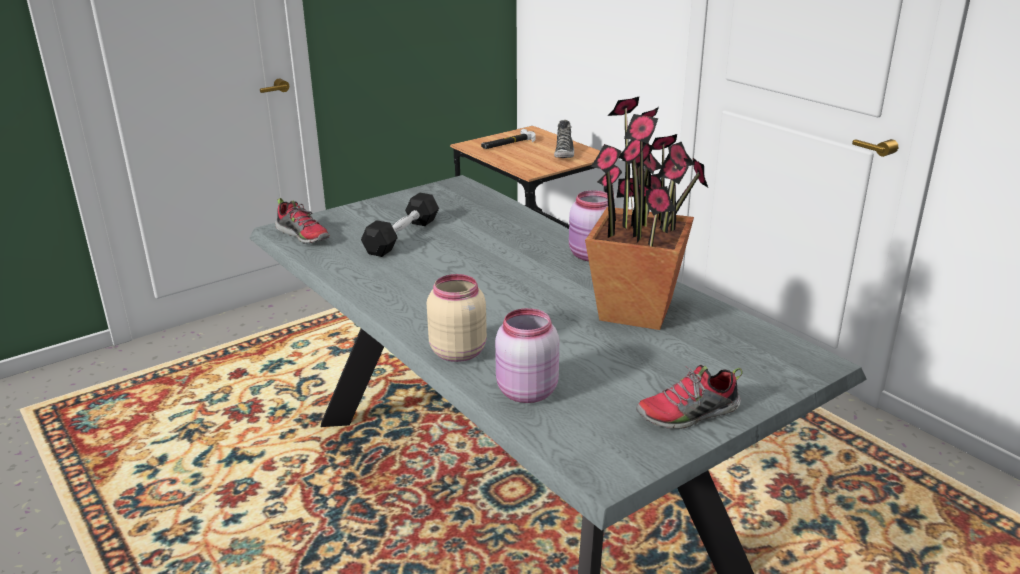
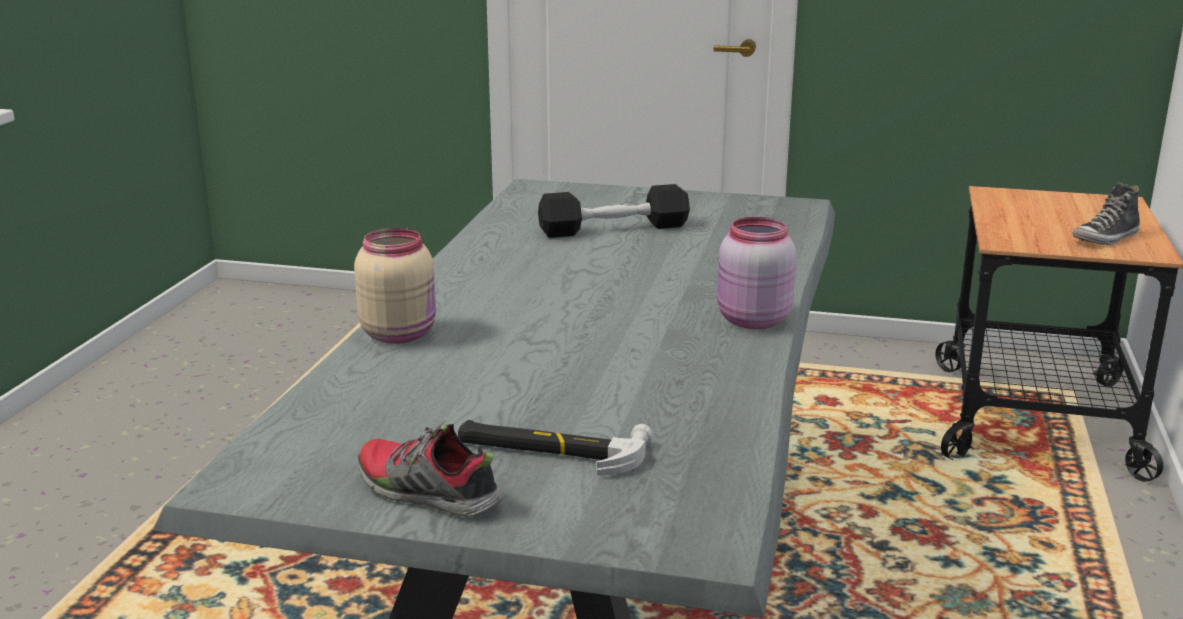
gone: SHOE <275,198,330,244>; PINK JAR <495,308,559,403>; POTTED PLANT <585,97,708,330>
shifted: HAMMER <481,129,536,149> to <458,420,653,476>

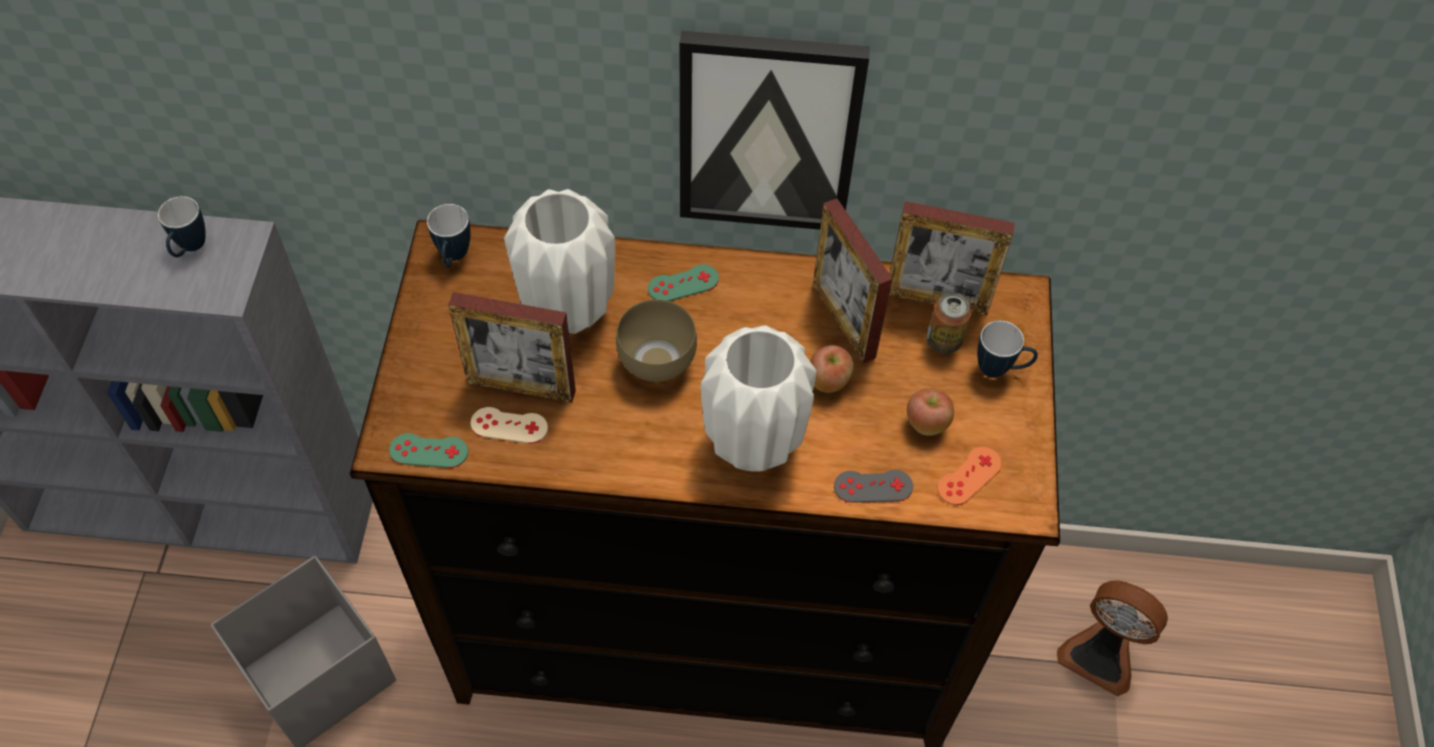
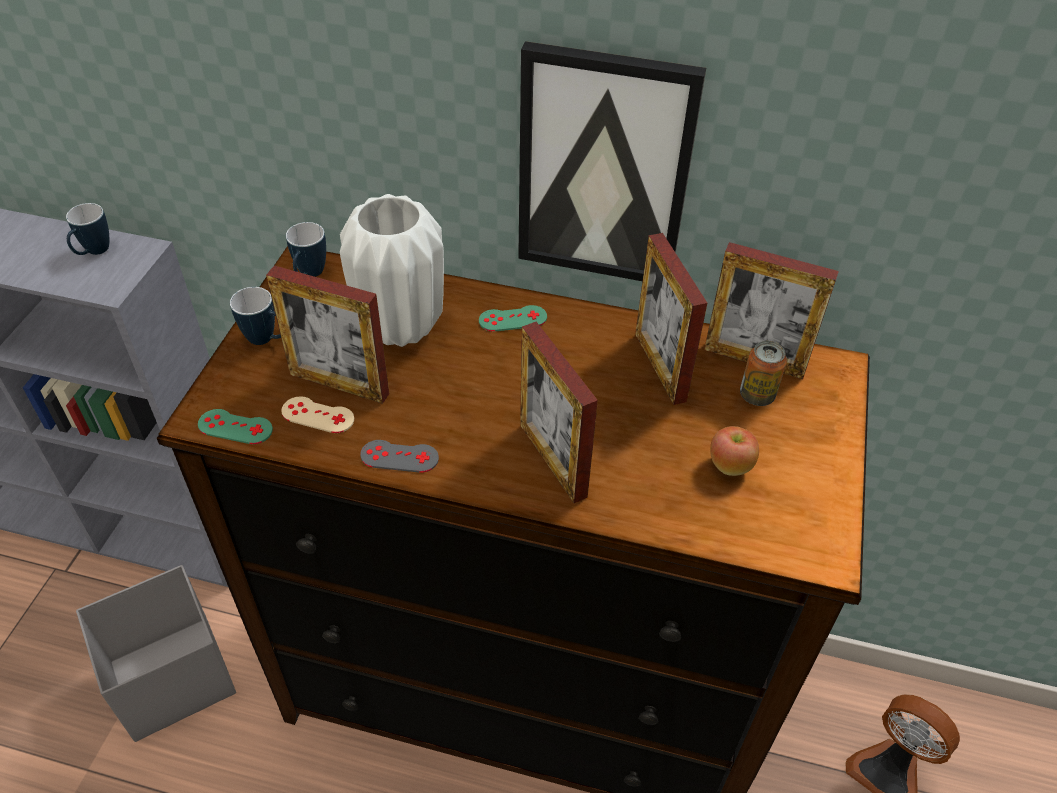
gone: BROWN BOWL <616,299,697,382>; APPLE <810,345,854,393>; ORANGE GAME CONTROLLER <937,447,1002,505>
shifted: MUG <977,321,1038,378> to <230,287,281,345>; GREY GAME CONTROLLER <834,470,913,503> to <360,440,439,473>
swapped: WHITE VASE <701,325,817,471> to PICTURE FRAME <520,322,598,503>

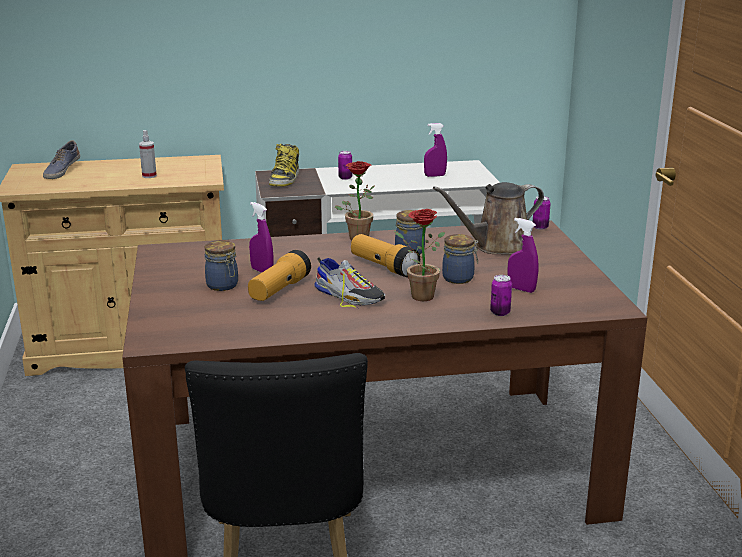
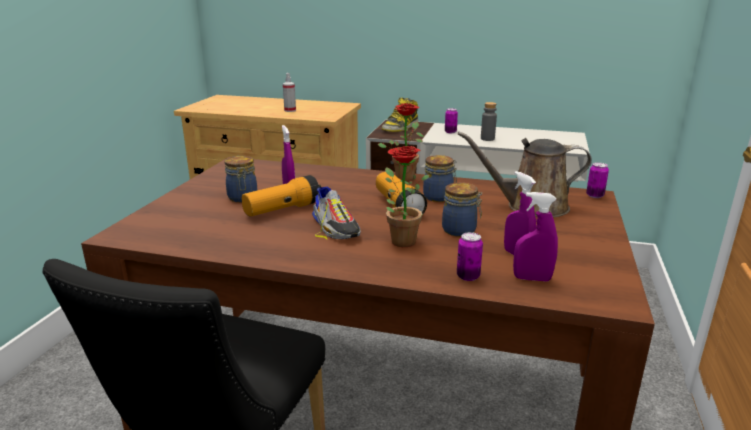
gone: SHOE <43,141,80,179>
new: GREY BOTTLE <481,102,497,141>
shifted: PURPLE SPRAY BOTTLE <424,123,447,177> to <513,192,558,281>

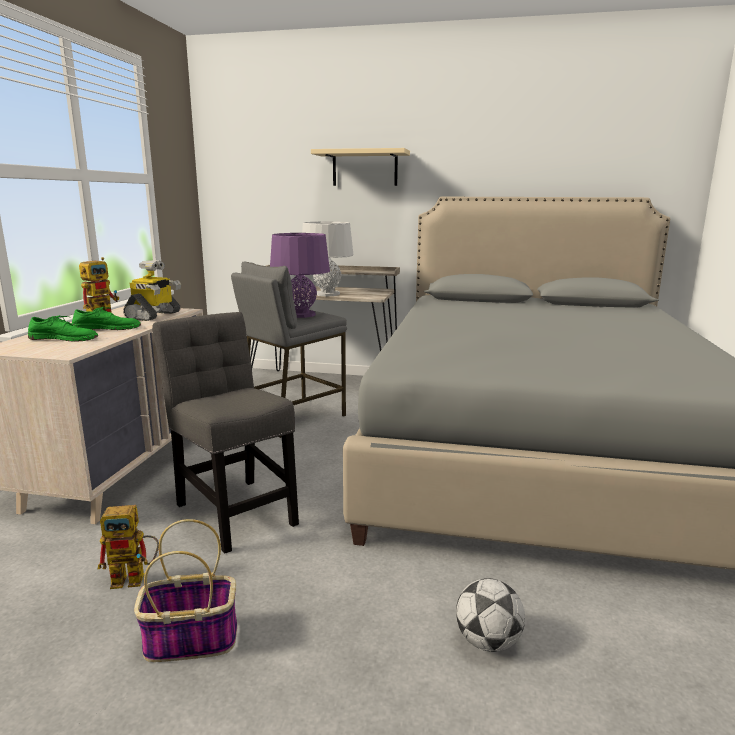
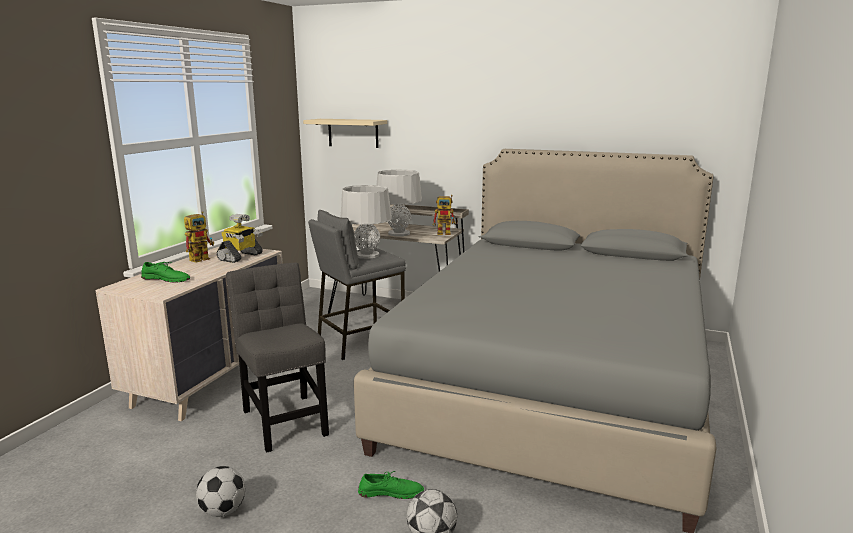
shifted: BEIGE SHELF <311,148,410,186> to <303,119,387,148>; GREEN SHOE <72,307,141,330> to <358,471,424,499>; TOY ROBOT <97,505,159,589> to <433,195,458,235>
swapped: BASKET <134,519,237,662> to FOOTBALL <196,466,245,517>
repainted: PURPLE TABLE LAMP <270,233,330,318> to GREY TABLE LAMP <341,185,392,259>

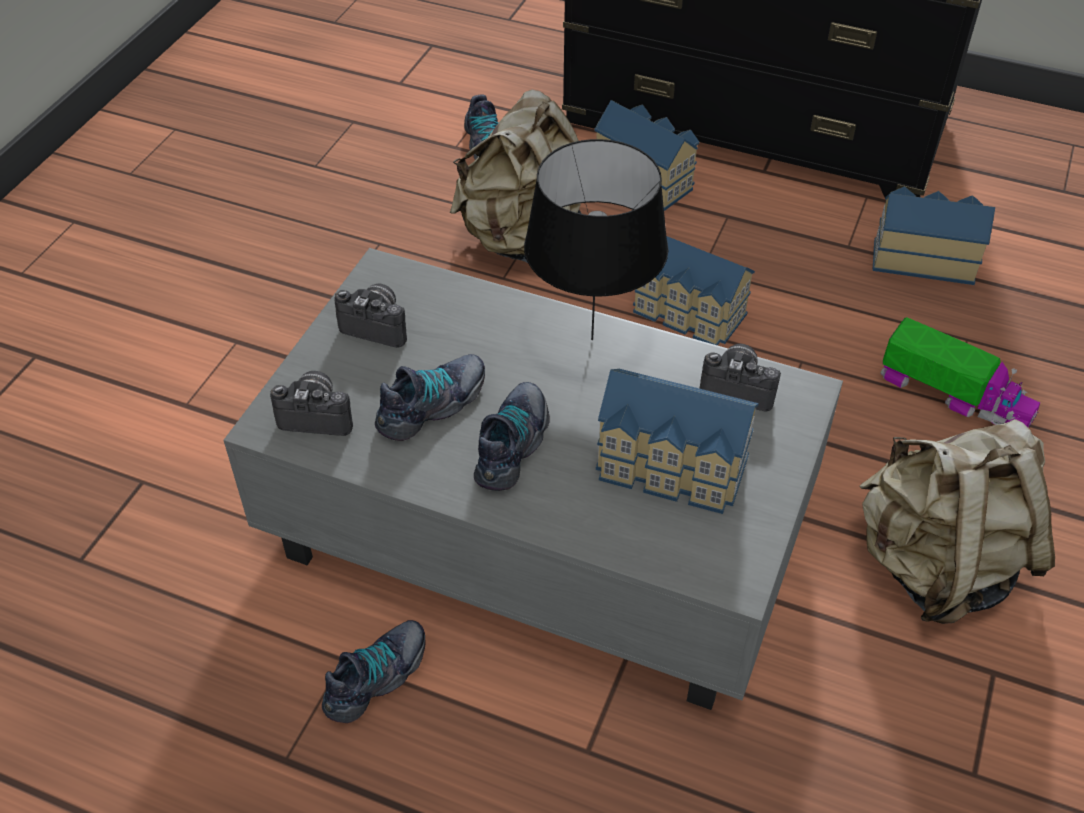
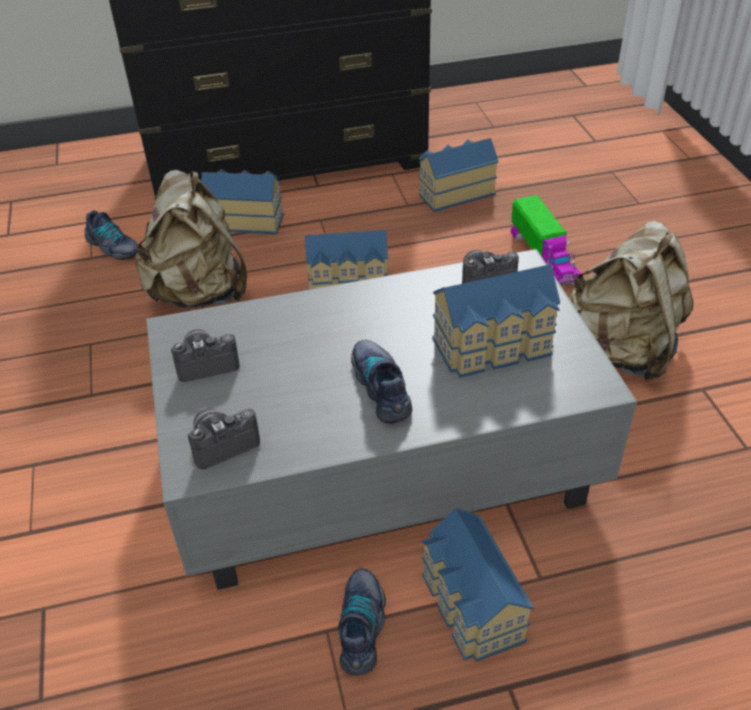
gone: SHOE <375,354,485,441>; BLACK TABLE LAMP <524,139,669,340>
new: TOY HOUSE <422,508,534,662>
rotated: TOY TRUCK <880,317,1040,427> = <511,195,581,286> 75 degrees clockwise

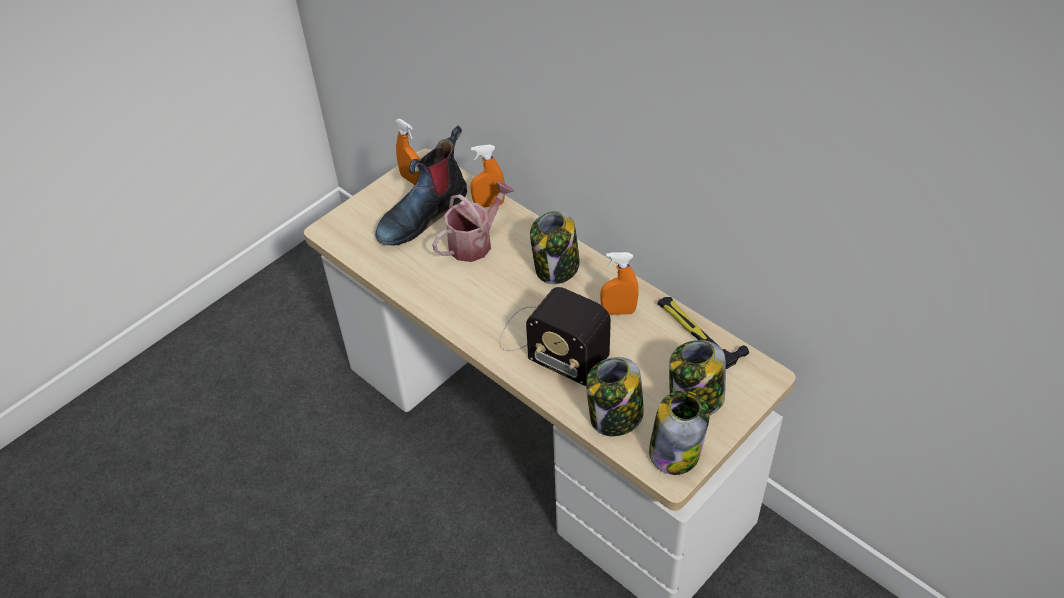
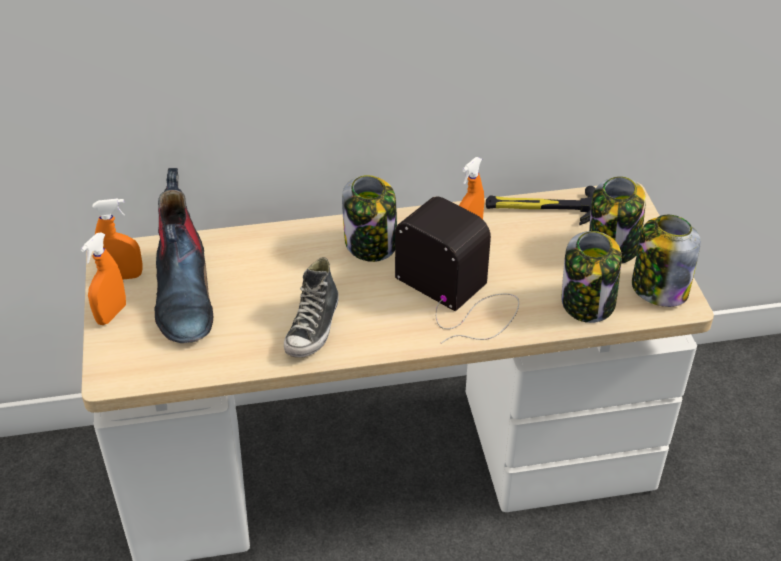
gone: WATERING CAN <432,181,514,262>
new: SHOE <284,257,339,358>
shifted: ORANGE SPRAY BOTTLE <471,144,505,208> to <80,233,126,325>
rotated: RADIO <499,287,611,386> = <395,196,519,343> 120 degrees counterclockwise

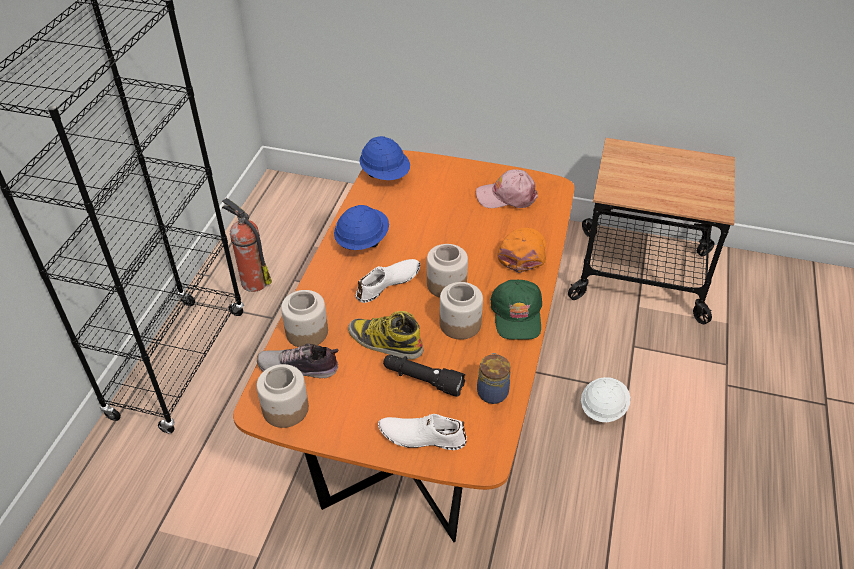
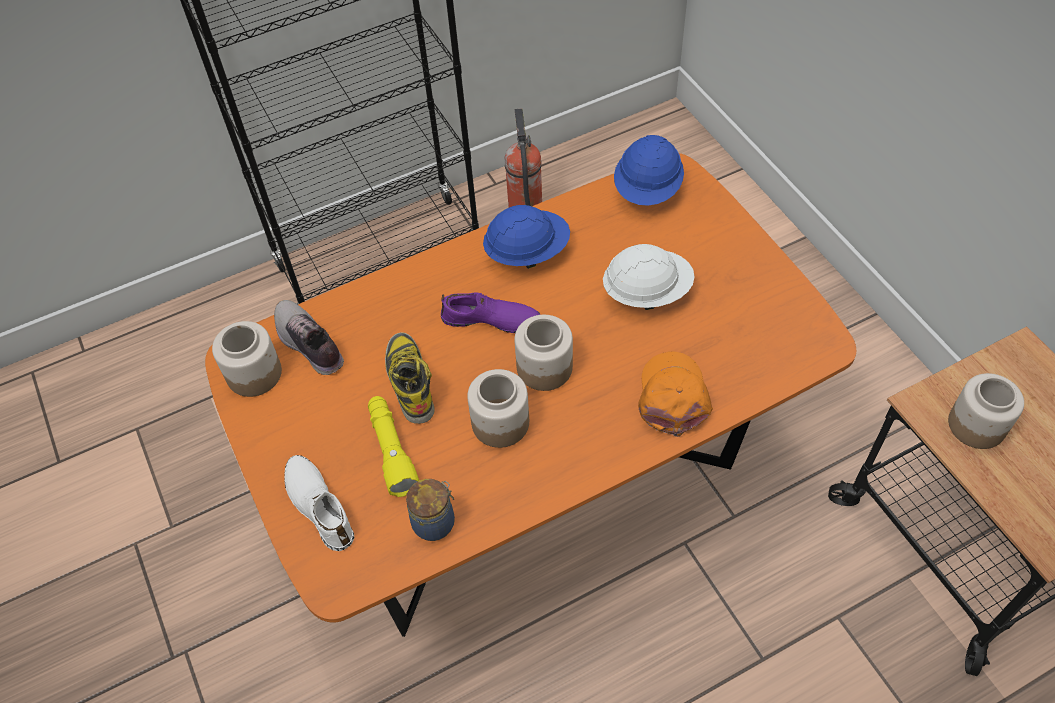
gone: PINK CAP <476,169,538,208>; GREEN CAP <490,280,542,340>
shifted: WHITE HARD HAT <581,377,631,422> to <603,244,695,310>; JAR <281,290,328,347> to <948,373,1024,449>
repainted: BLACK FLASHLIGHT <383,355,465,397> to YELLOW FLASHLIGHT <368,396,419,497>; WHITE SHOE <355,259,420,303> to PURPLE SHOE <441,292,541,333>
rotated: ORANGE CAP <498,227,546,273> = <638,351,713,437> 60 degrees counterclockwise

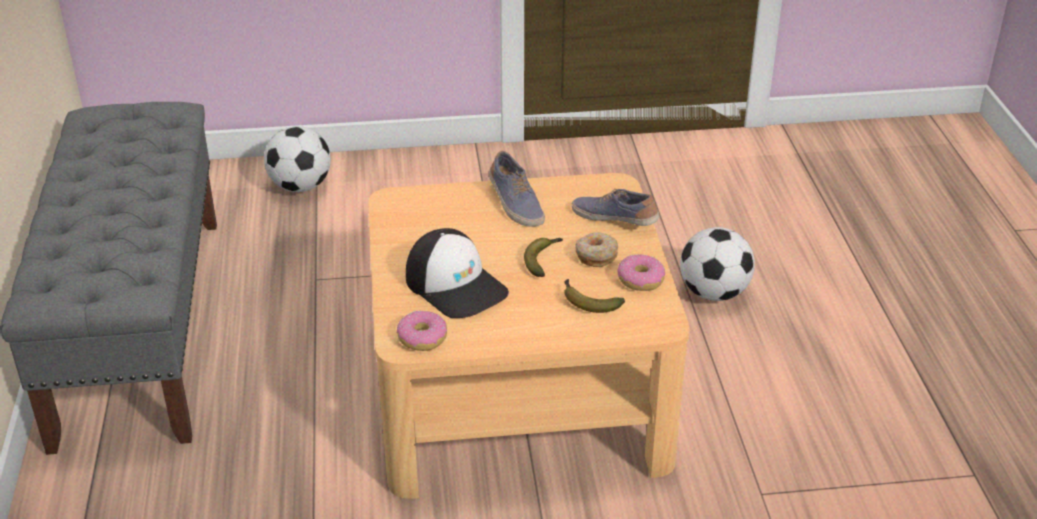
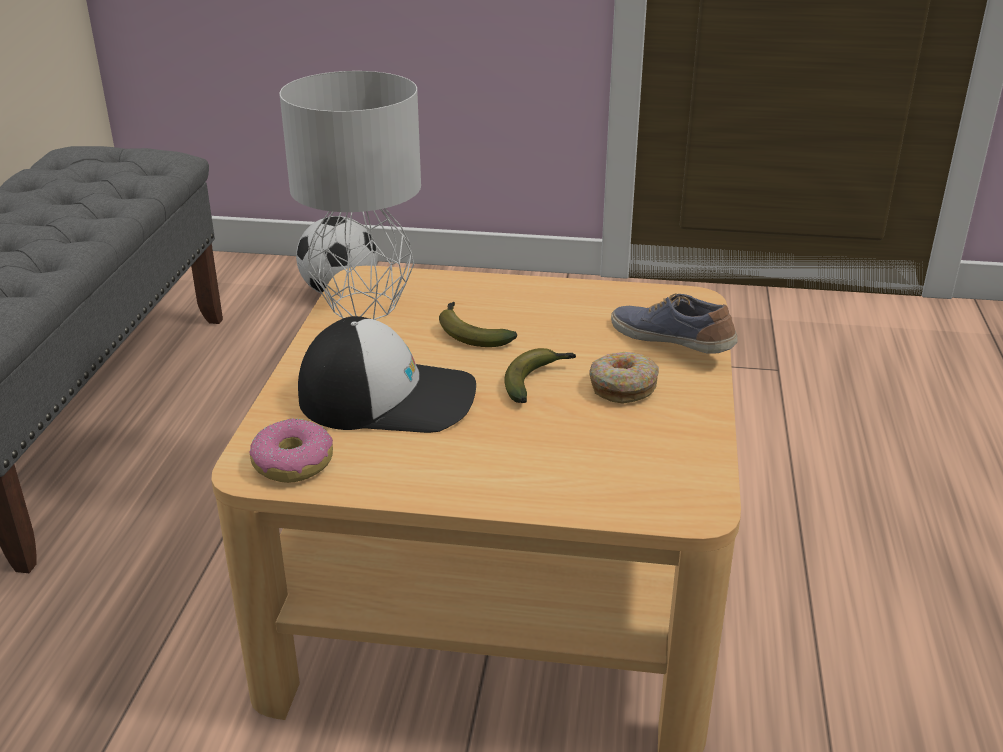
gone: SHOE <489,151,545,227>; DONUT <618,254,665,291>; FOOTBALL <680,227,755,301>
new: GREY TABLE LAMP <279,71,421,320>
shifted: BANANA <564,279,625,313> to <439,302,517,347>
rotated: CAP <406,228,509,318> = <298,316,476,433> 60 degrees counterclockwise

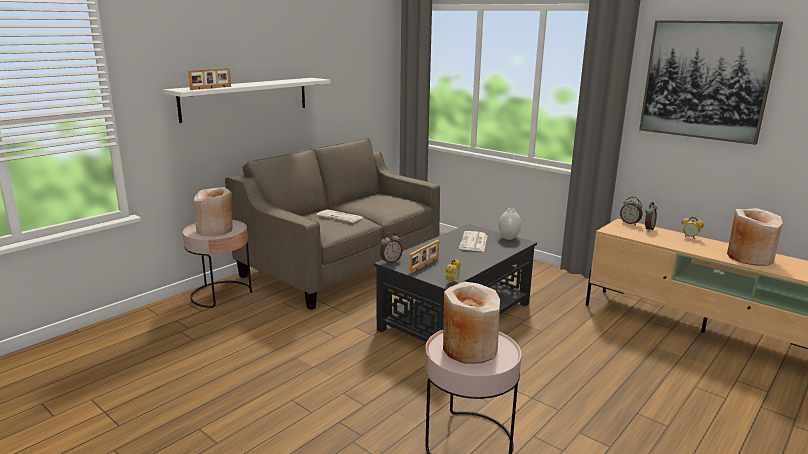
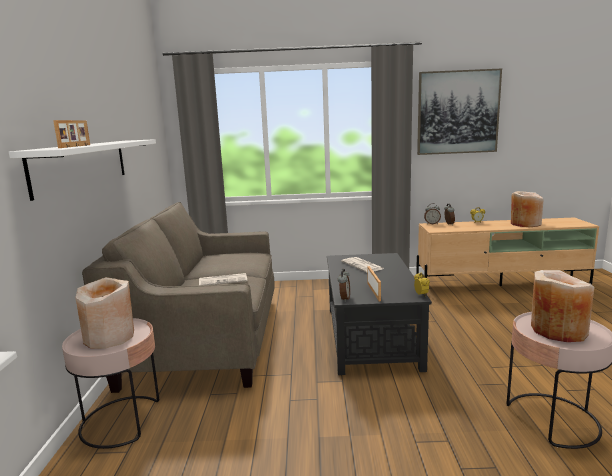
gone: WHITE VASE <498,208,521,240>

